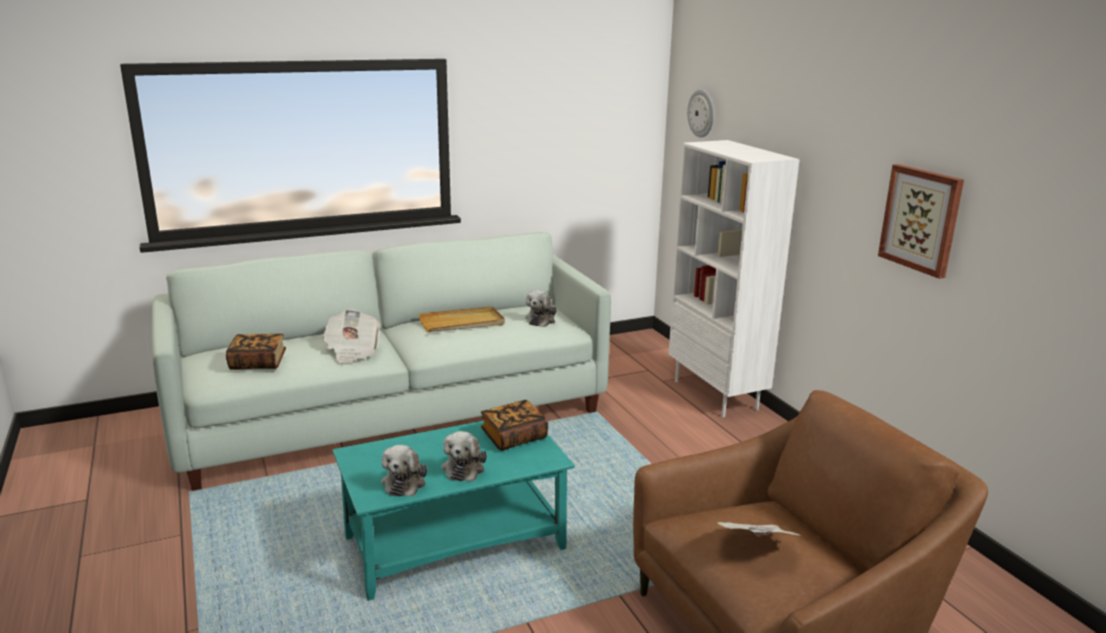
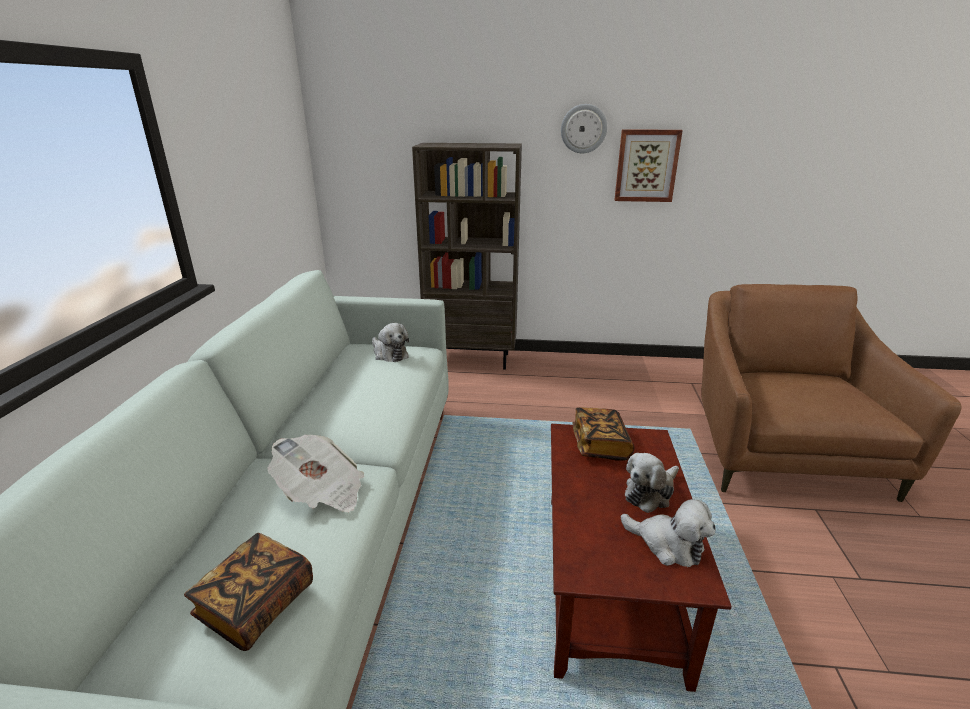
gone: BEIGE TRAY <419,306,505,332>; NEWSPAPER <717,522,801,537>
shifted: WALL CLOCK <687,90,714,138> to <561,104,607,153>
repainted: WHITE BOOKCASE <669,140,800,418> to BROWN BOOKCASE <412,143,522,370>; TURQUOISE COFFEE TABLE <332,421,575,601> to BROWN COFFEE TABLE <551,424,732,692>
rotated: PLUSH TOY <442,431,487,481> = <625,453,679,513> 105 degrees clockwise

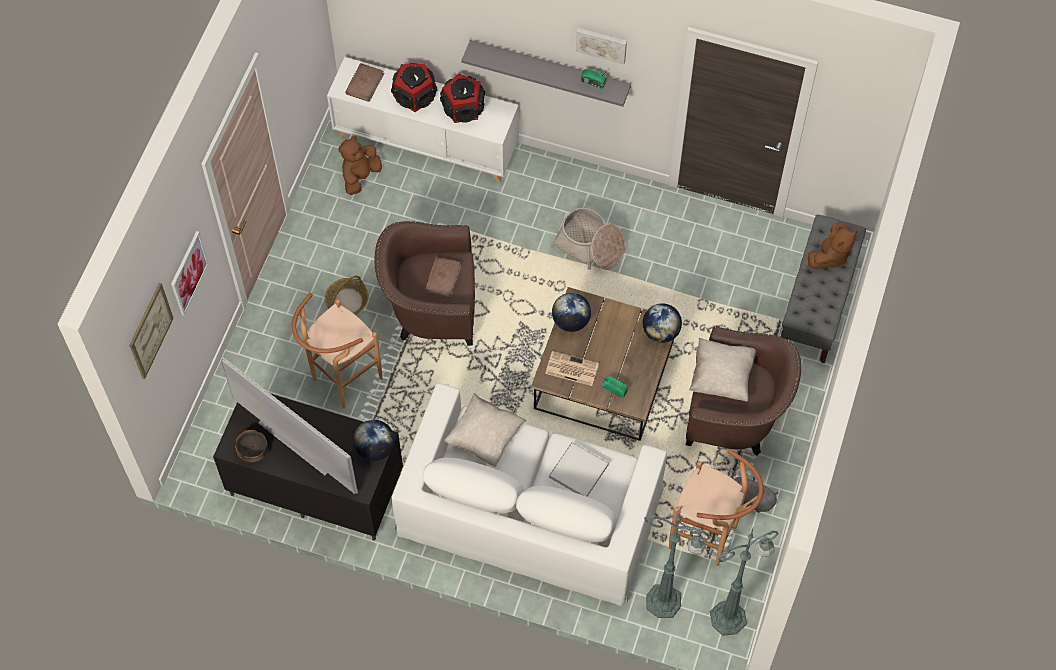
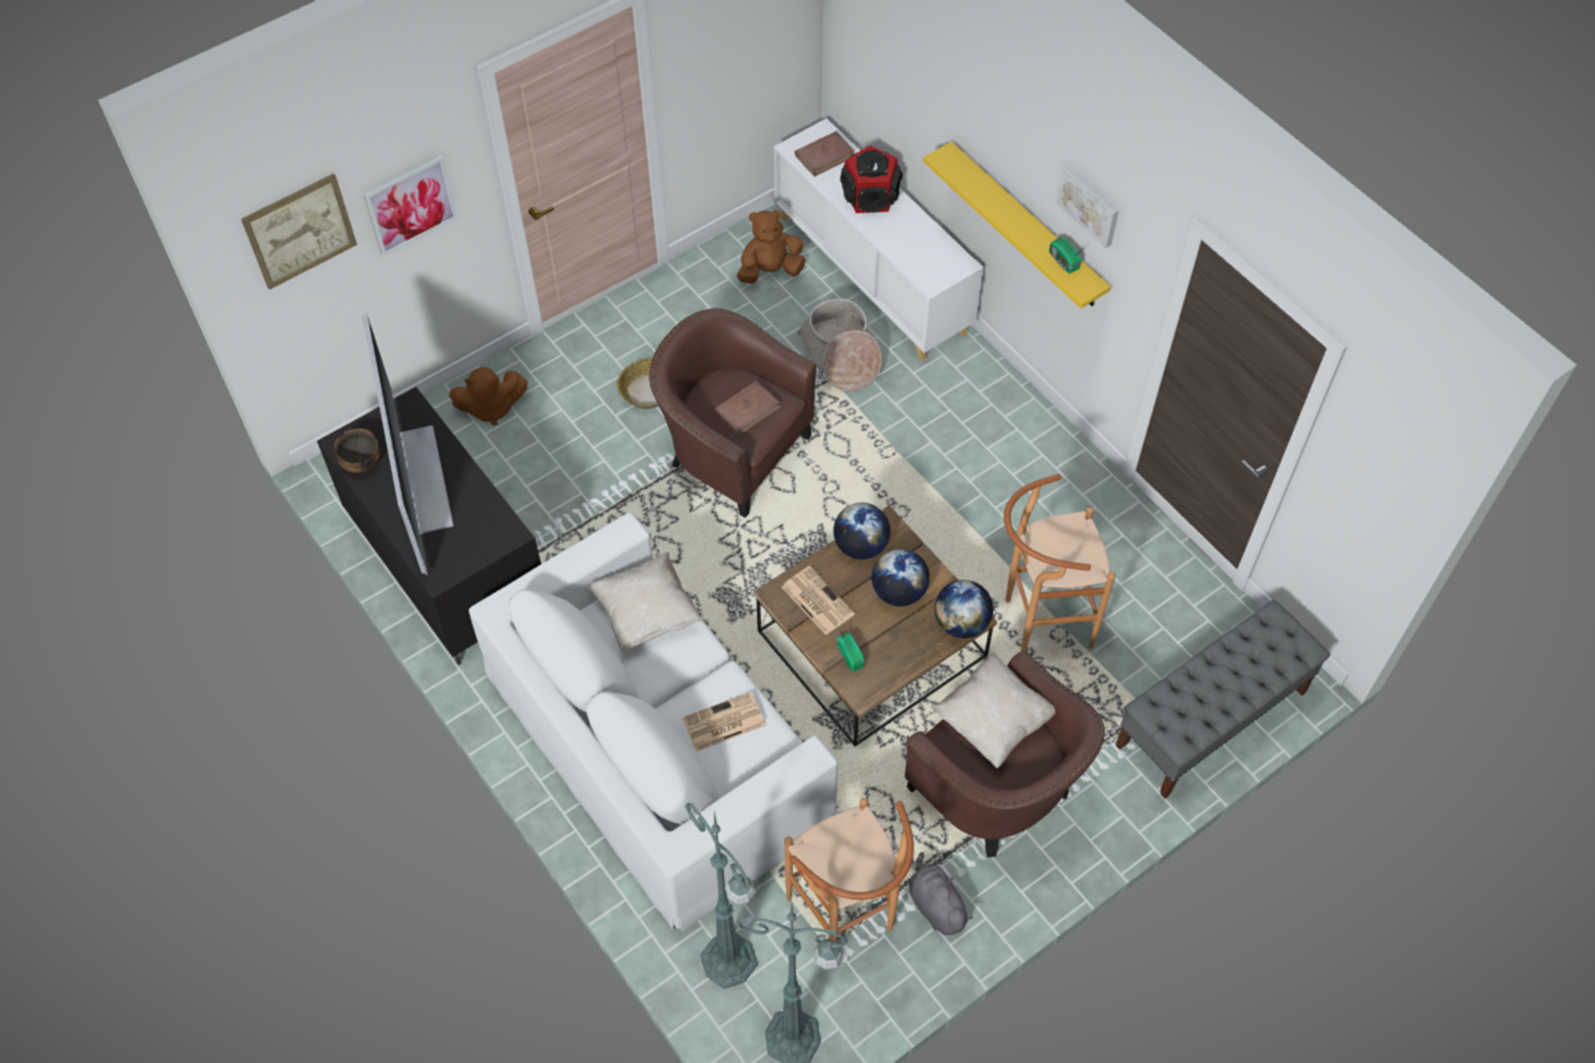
gone: SPEAKER <440,73,485,123>
shifted: BROWN PLUSH TOY <808,223,857,269> to <450,367,528,426>; BASKET <551,207,625,270> to <797,298,882,391>; GLOBE <353,420,395,461> to <872,549,930,607>; BROWN STOOL <292,293,383,408> to <1004,474,1115,651>
swapped: WHITE TRAY <549,442,609,497> to NEWSPAPER <682,692,766,752>
repainted: GREY SHELF <462,40,631,107> to YELLOW SHELF <923,141,1111,308>

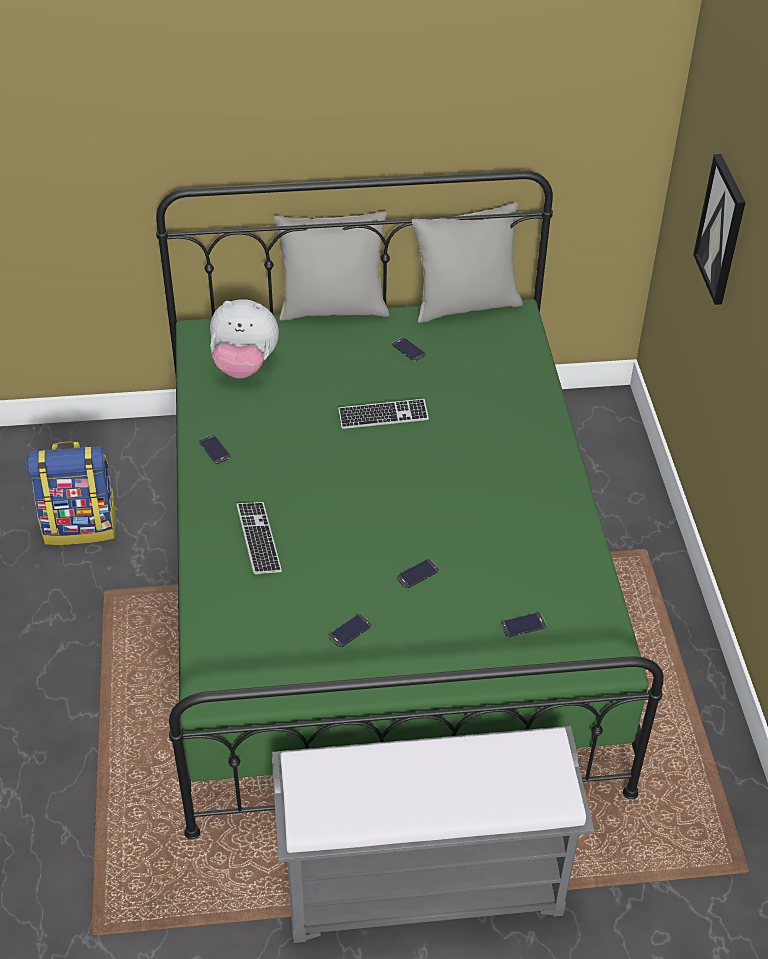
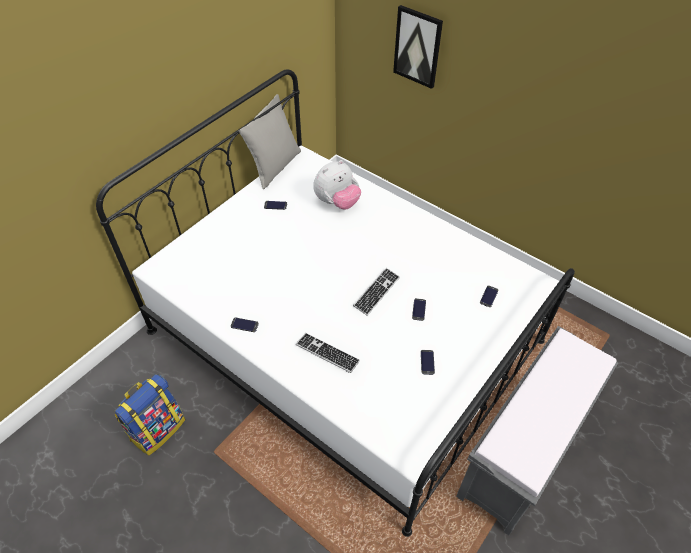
gone: GREY PILLOW <274,211,389,321>
shifted: PLUSH TOY <210,299,279,379> to <313,160,361,210>; KEYBOARD <338,399,429,429> to <353,268,400,316>
repainted: GREEN BED <156,171,664,840> to WHITE BED <96,69,575,537>

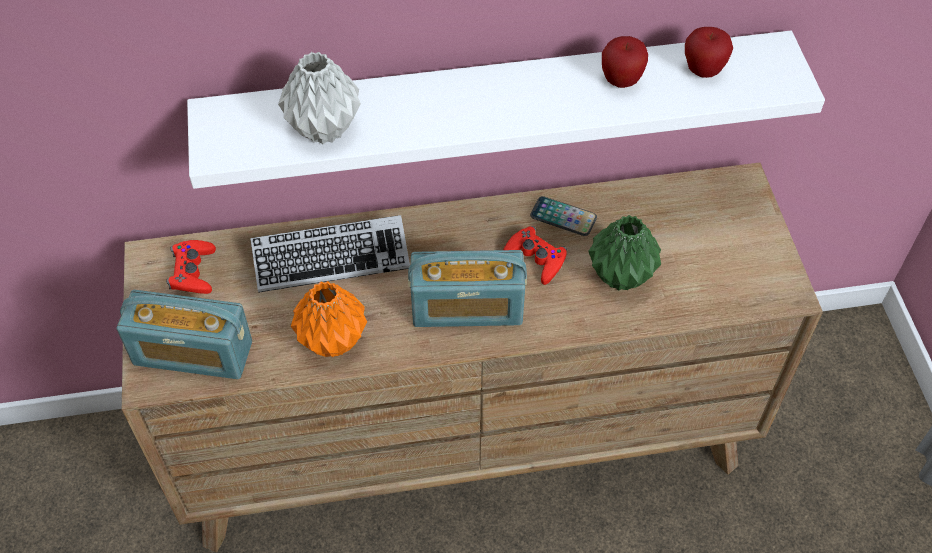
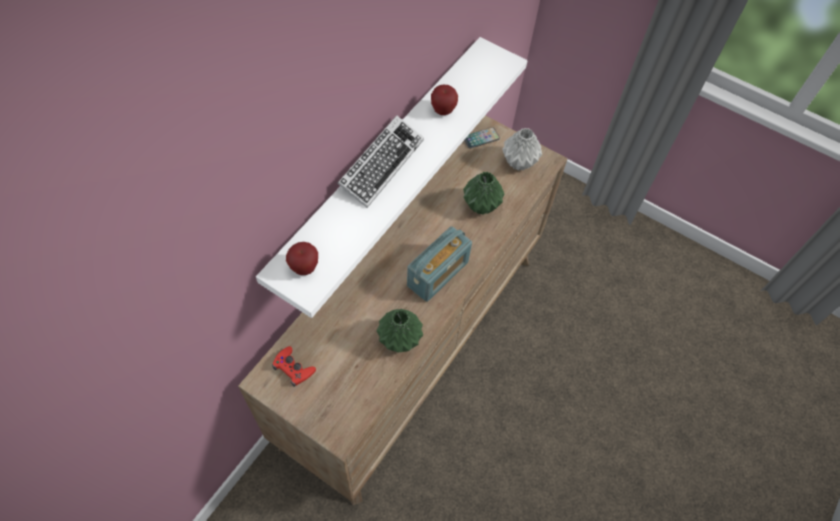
gone: RADIO <117,290,252,379>; RED GAME CONTROLLER <503,226,567,285>
shifted: APPLE <685,27,733,78> to <286,242,318,275>; KEYBOARD <250,215,410,293> to <337,115,424,208>; PHONE <530,196,597,236> to <464,127,500,148>; GREY VASE <278,52,361,144> to <502,128,542,171>
repainted: ORANGE VASE <291,281,367,357> to GREEN VASE <377,309,423,353>

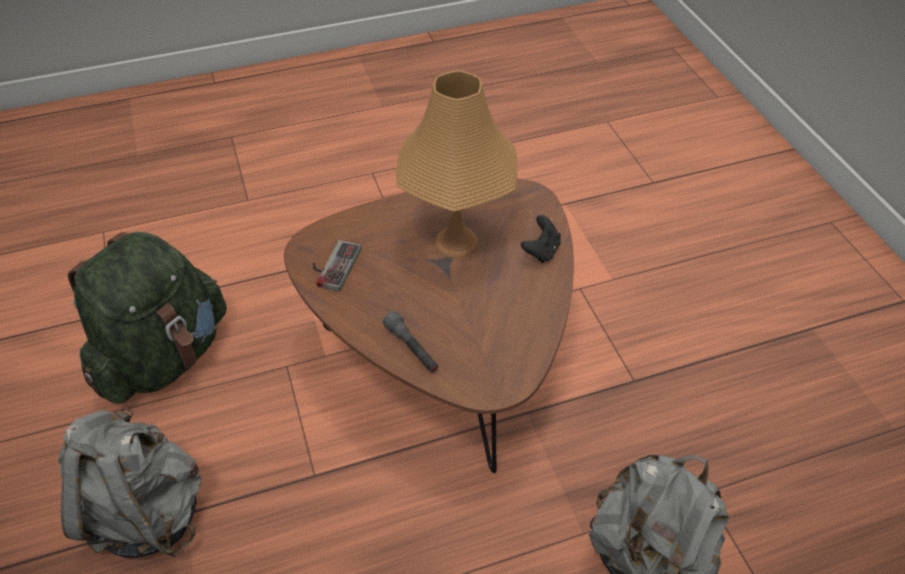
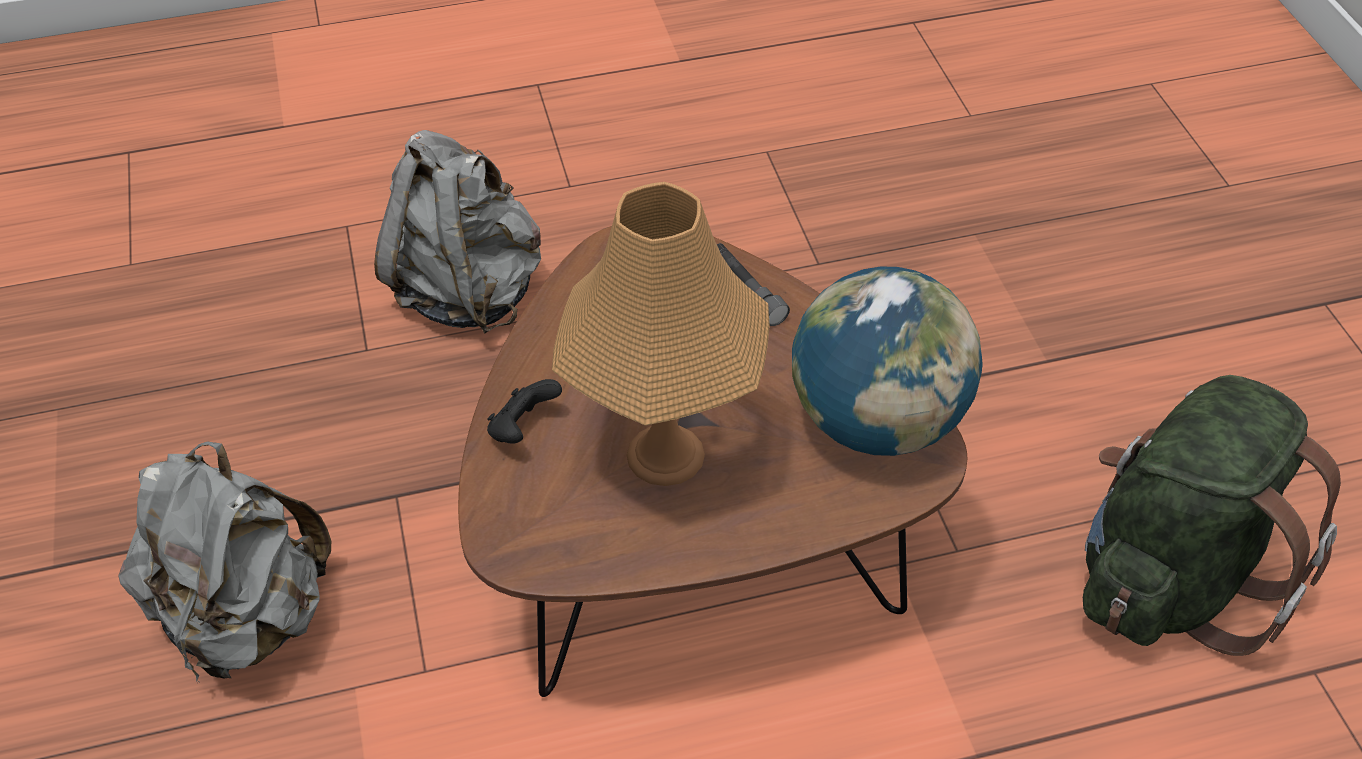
shifted: GREY BACKPACK <58,408,202,558> to <118,441,331,683>
swapped: GAME CONTROLLER <313,240,361,292> to GLOBE <792,266,983,456>

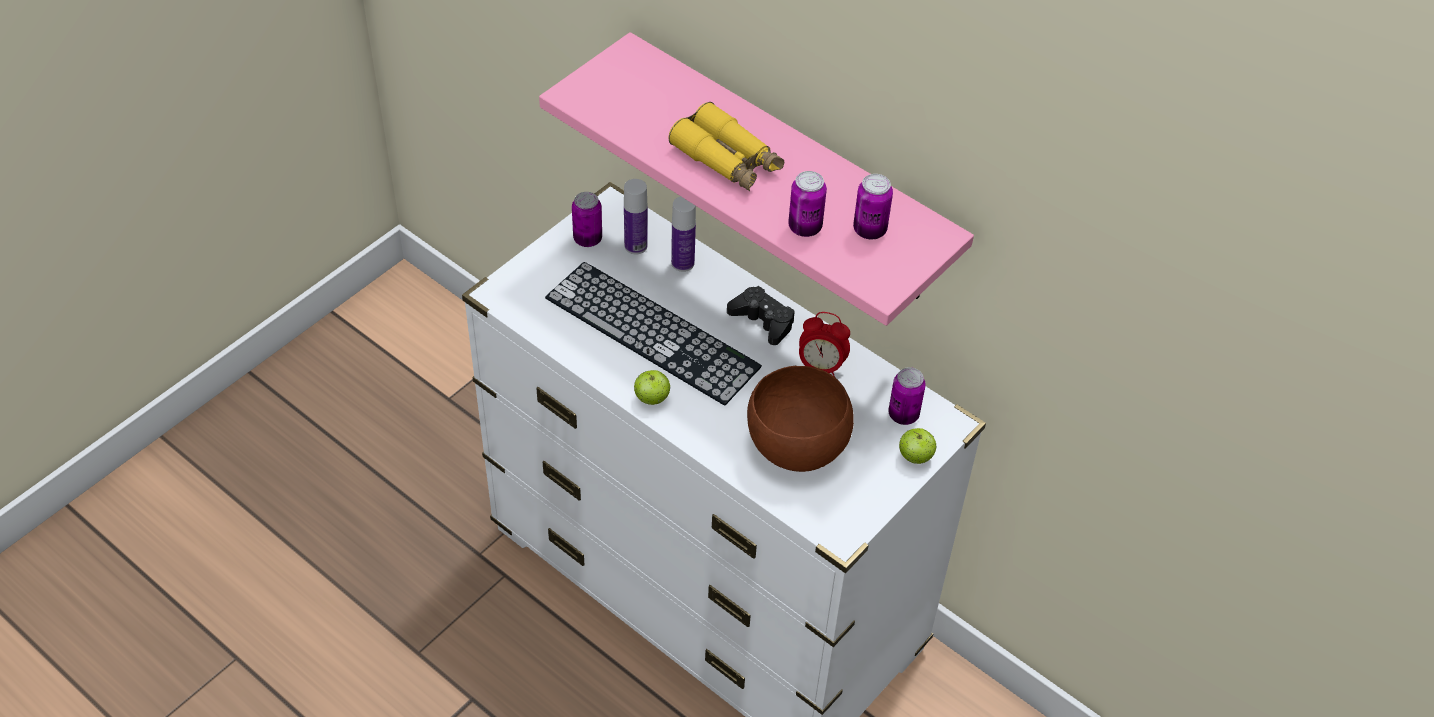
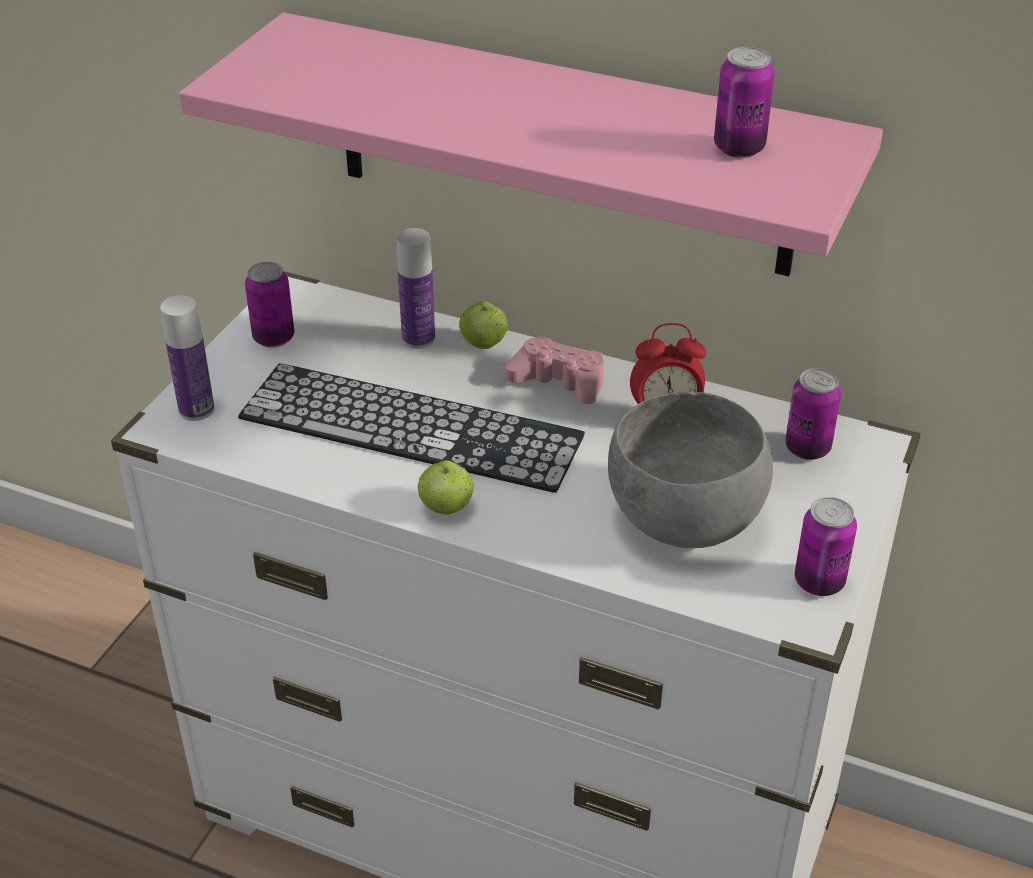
gone: YELLOW BINOCULARS <668,102,784,191>
shifted: BOTTLE <624,179,648,255> to <160,295,214,421>; APPLE <899,428,936,464> to <459,301,508,349>; CAN <788,171,827,237> to <795,497,857,596>
repainted: BLACK GAME CONTROLLER <727,286,795,345> to PINK GAME CONTROLLER <505,336,604,404>; BROWN BOWL <747,366,854,472> to GREY BOWL <608,392,773,548>

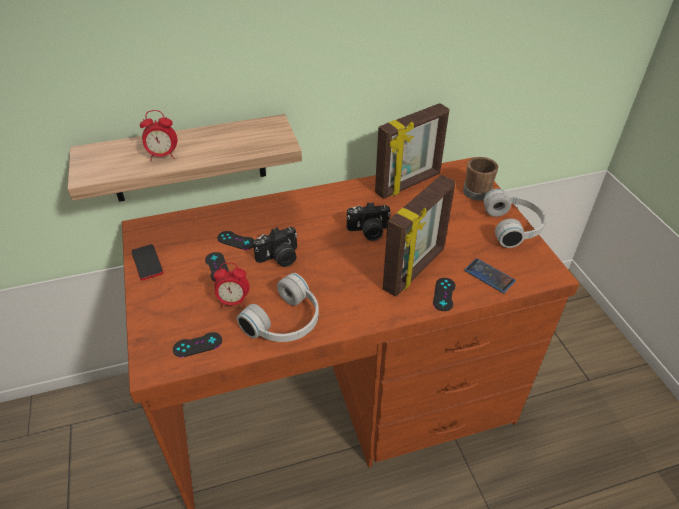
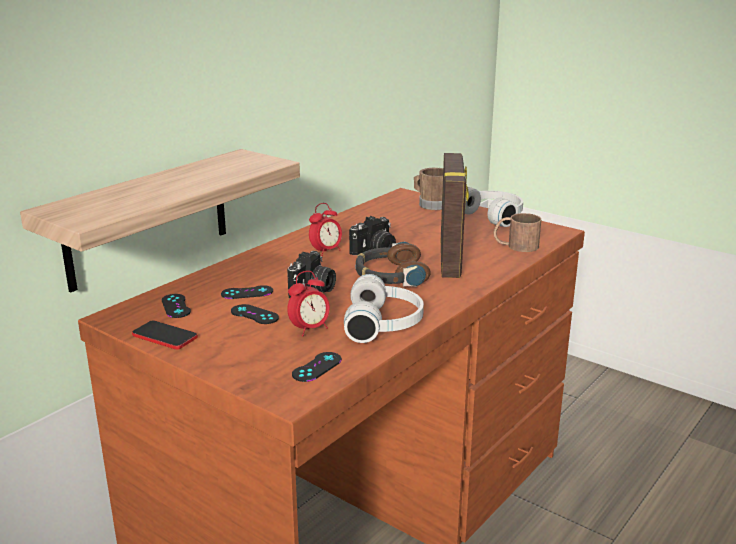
gone: PICTURE FRAME <375,103,449,199>
new: HEADPHONES <355,241,431,287>
shifted: BLACK GAME CONTROLLER <433,278,455,311> to <162,294,191,318>; ALARM CLOCK <140,110,177,161> to <309,203,342,256>
swapped: PHONE <464,258,516,293> to BROWN MUG <494,213,541,252>

